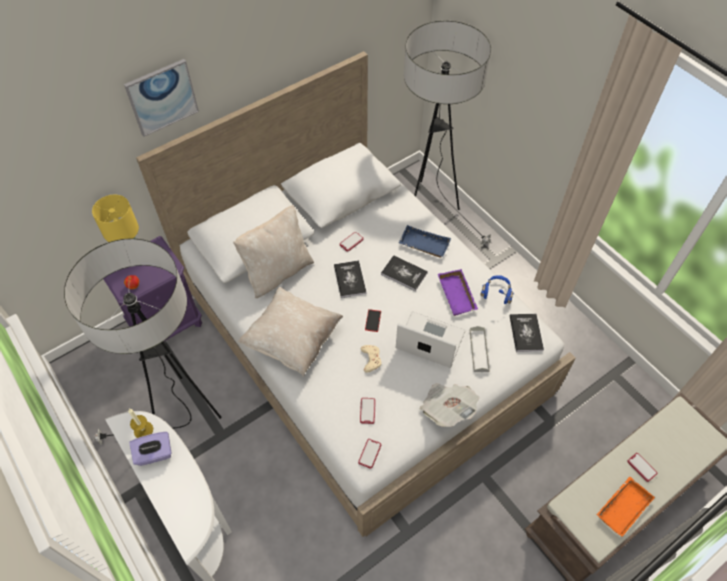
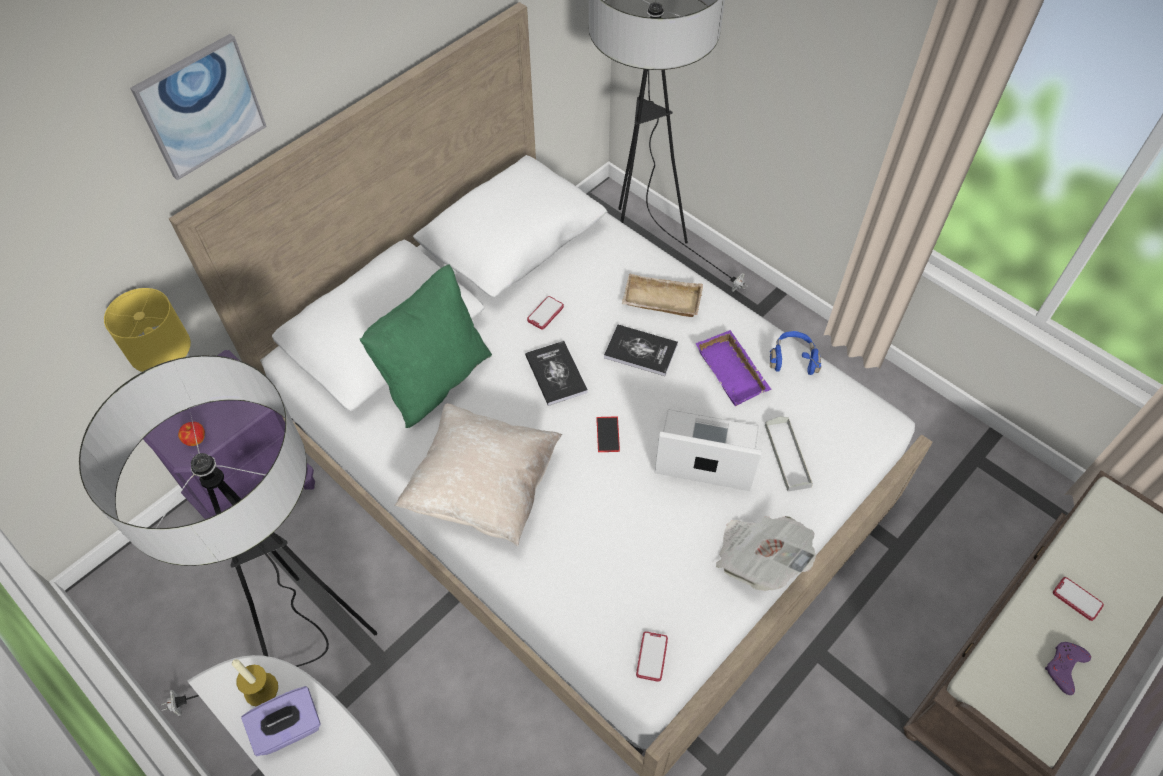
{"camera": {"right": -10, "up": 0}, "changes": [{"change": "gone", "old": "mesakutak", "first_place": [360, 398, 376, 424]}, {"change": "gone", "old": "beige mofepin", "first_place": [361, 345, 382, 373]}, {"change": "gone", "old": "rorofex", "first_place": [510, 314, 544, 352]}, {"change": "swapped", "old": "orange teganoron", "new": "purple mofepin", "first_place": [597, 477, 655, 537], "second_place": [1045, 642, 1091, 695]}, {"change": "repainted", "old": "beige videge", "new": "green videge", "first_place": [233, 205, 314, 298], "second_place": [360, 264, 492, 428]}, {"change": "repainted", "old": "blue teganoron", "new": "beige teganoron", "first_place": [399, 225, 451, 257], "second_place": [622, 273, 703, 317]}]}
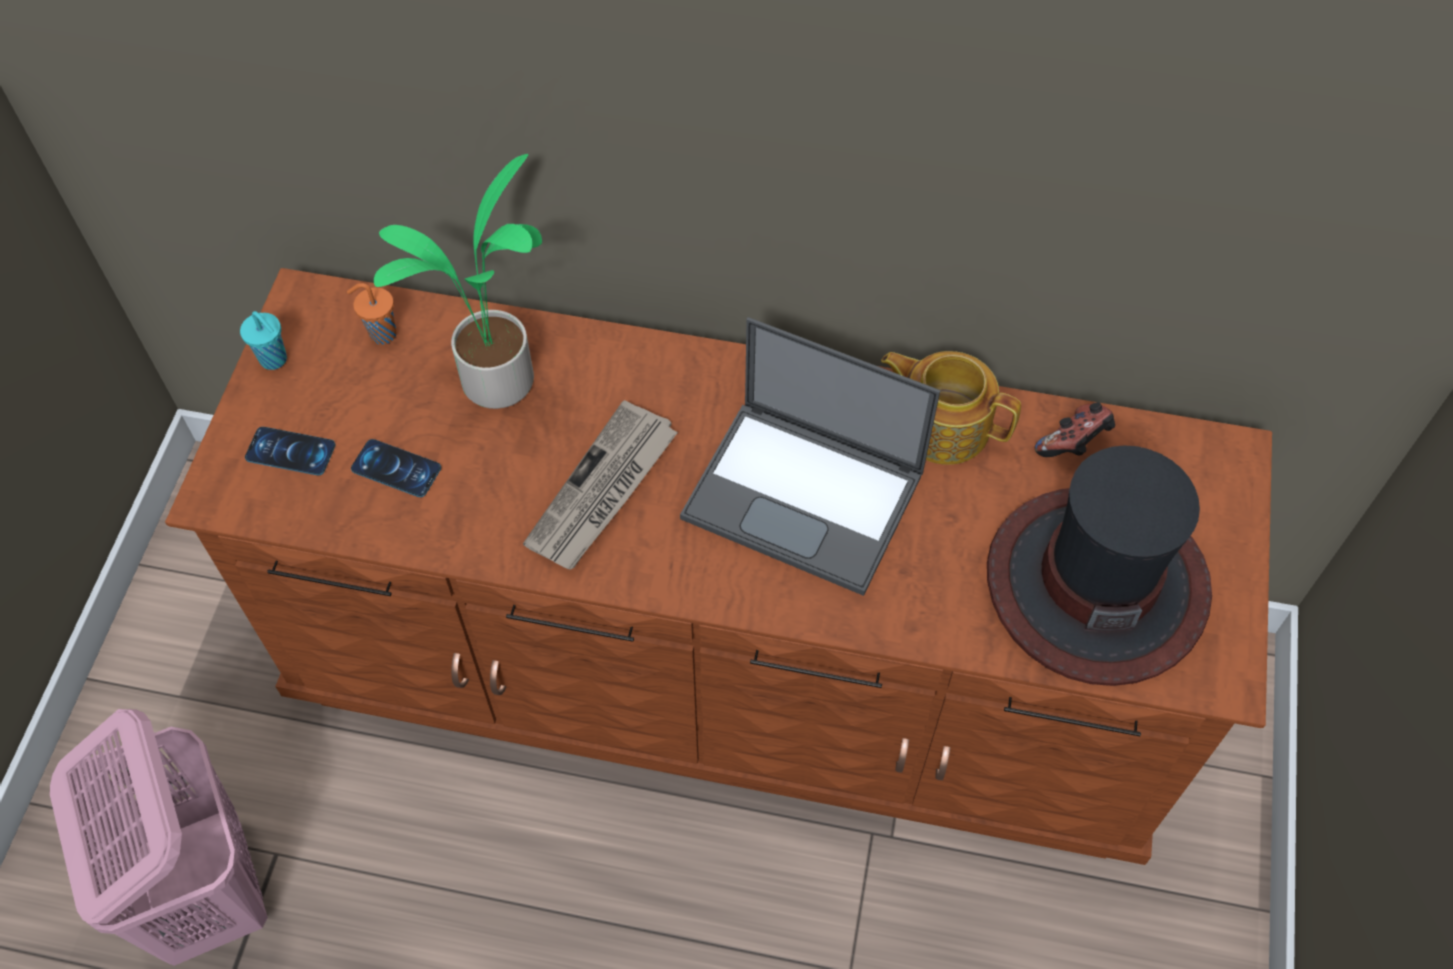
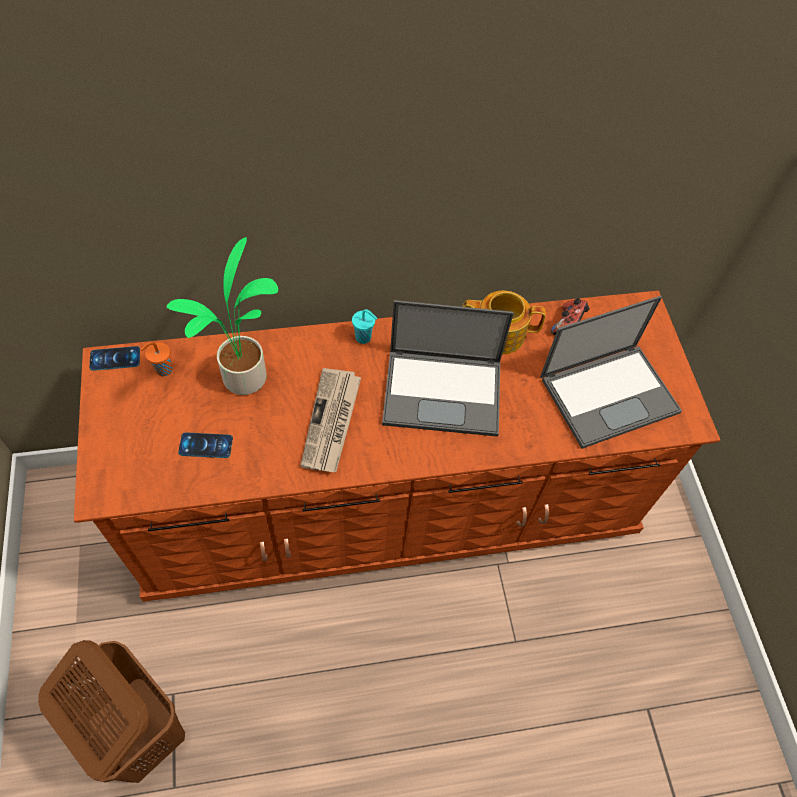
{"camera": {"right": -25, "up": 0}, "changes": [{"change": "shifted", "old": "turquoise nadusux", "first_place": [240, 311, 287, 370], "second_place": [352, 309, 377, 344]}, {"change": "shifted", "old": "mesakutak", "first_place": [245, 427, 335, 475], "second_place": [89, 346, 140, 371]}, {"change": "swapped", "old": "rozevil", "new": "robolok", "first_place": [987, 445, 1212, 686], "second_place": [540, 296, 682, 449]}, {"change": "repainted", "old": "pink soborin", "new": "brown soborin", "first_place": [50, 709, 268, 966], "second_place": [38, 640, 185, 783]}]}
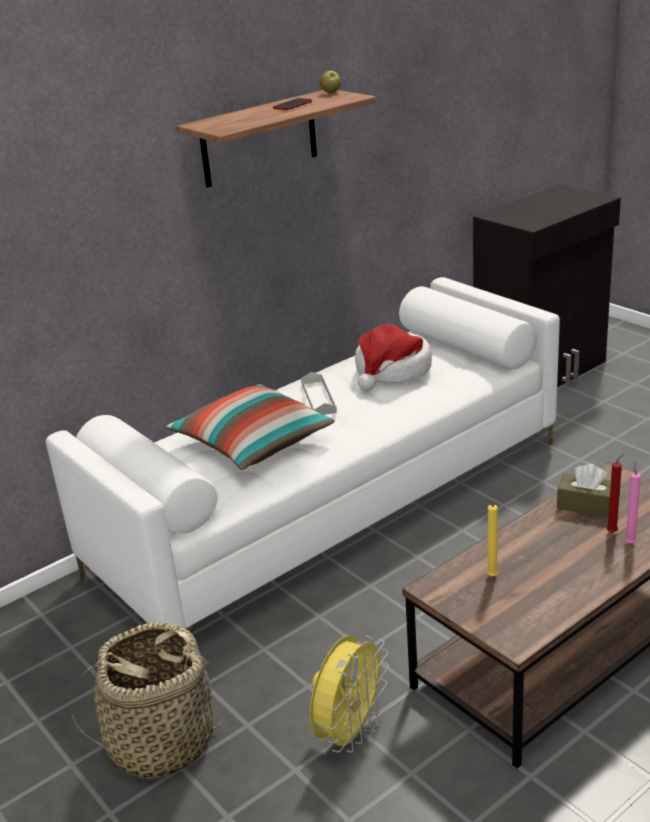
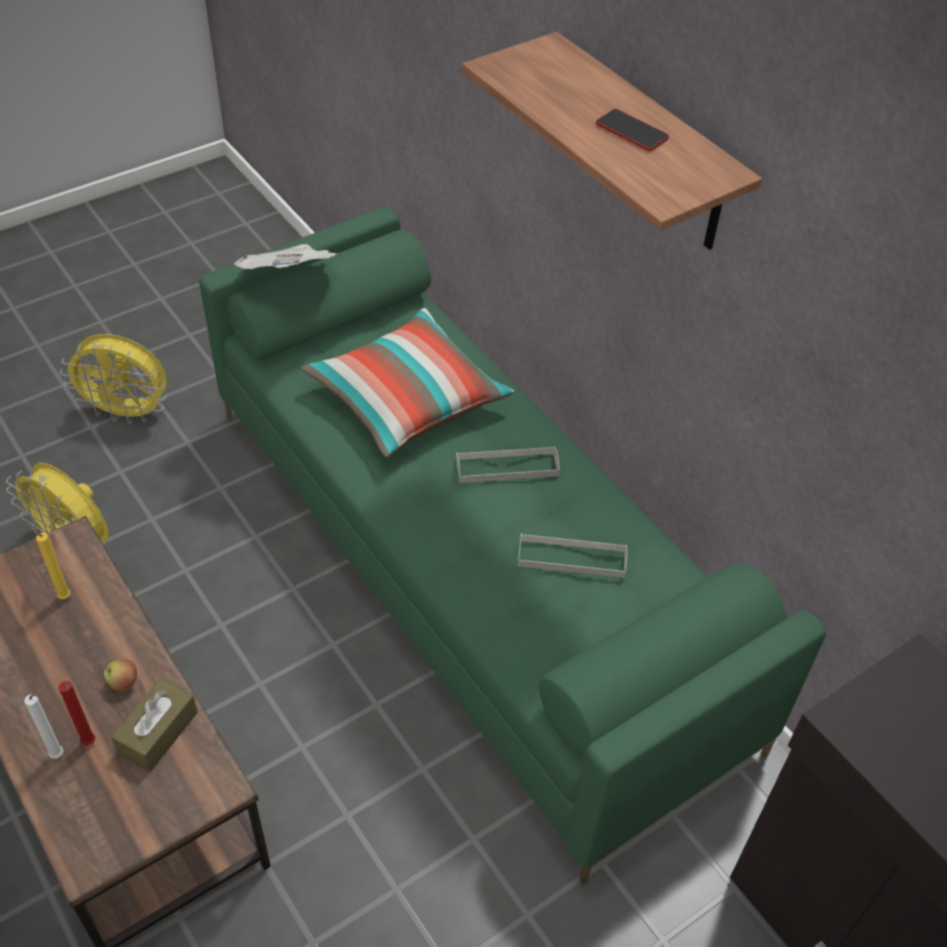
{"camera": {"right": 90, "up": 20}, "changes": [{"change": "new", "new": "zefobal", "second_place": [234, 244, 338, 269]}, {"change": "shifted", "old": "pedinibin", "first_place": [320, 71, 341, 93], "second_place": [104, 659, 137, 692]}, {"change": "swapped", "old": "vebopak", "new": "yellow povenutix", "first_place": [70, 622, 228, 779], "second_place": [60, 334, 167, 424]}, {"change": "swapped", "old": "rozevil", "new": "grey teganoron", "first_place": [355, 324, 432, 391], "second_place": [518, 533, 627, 578]}, {"change": "repainted", "old": "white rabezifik", "new": "green rabezifik", "first_place": [46, 277, 560, 630], "second_place": [199, 207, 826, 885]}, {"change": "repainted", "old": "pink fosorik", "new": "white fosorik", "first_place": [625, 462, 641, 544], "second_place": [24, 693, 64, 759]}]}
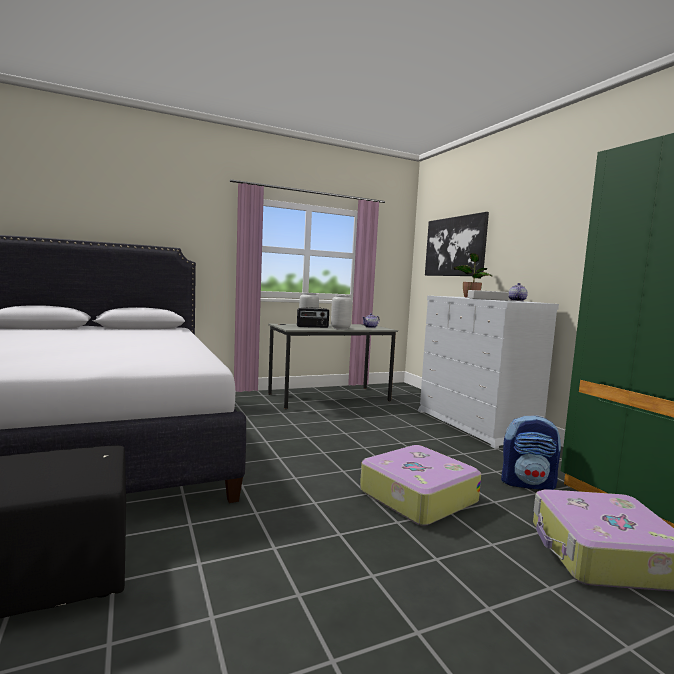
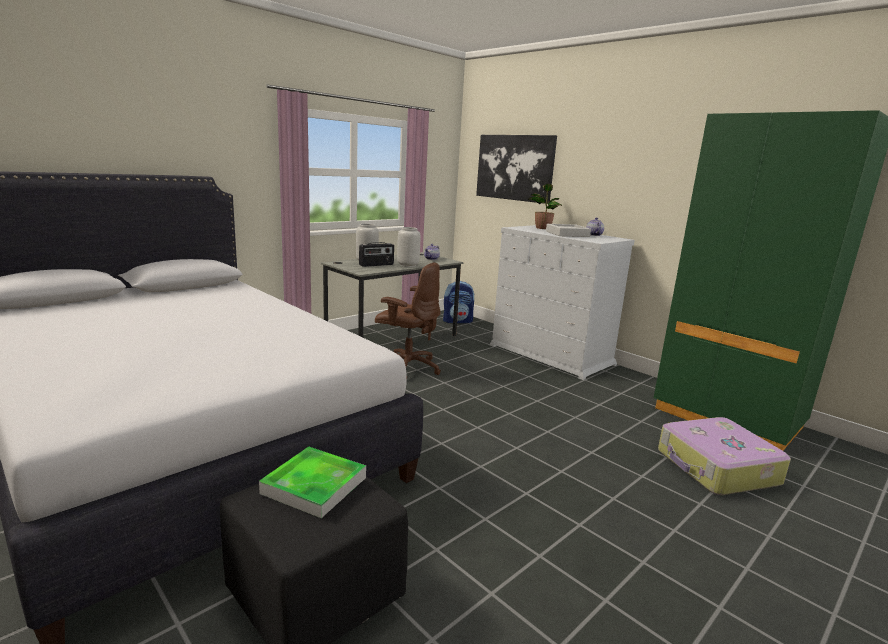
{"camera": {"right": -20, "up": 10}, "changes": [{"change": "gone", "old": "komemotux", "first_place": [360, 445, 481, 526]}, {"change": "new", "new": "teganoron", "second_place": [259, 447, 366, 518]}, {"change": "new", "new": "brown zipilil", "second_place": [375, 262, 441, 375]}, {"change": "shifted", "old": "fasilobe", "first_place": [501, 415, 561, 490], "second_place": [443, 281, 474, 323]}]}
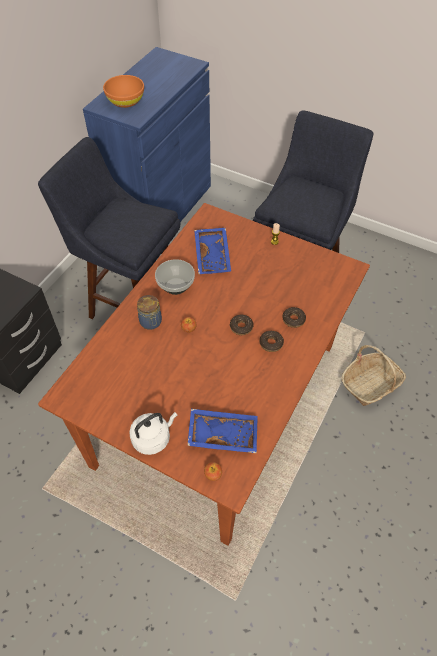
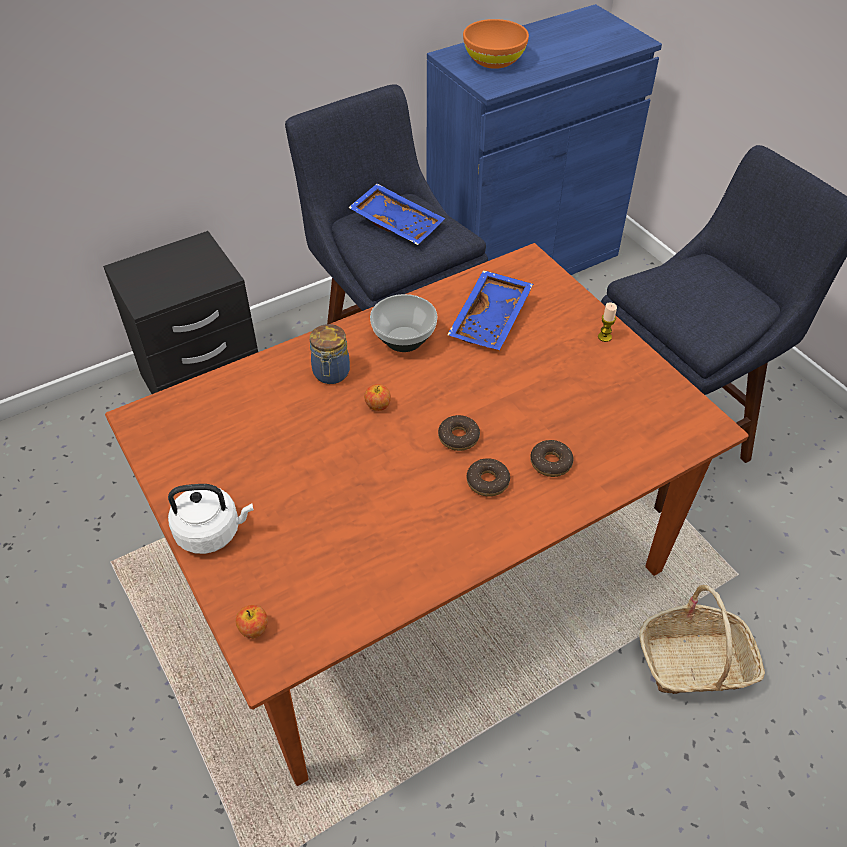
{"camera": {"right": 30, "up": -5}, "changes": [{"change": "shifted", "old": "blue teganoron", "first_place": [187, 409, 258, 453], "second_place": [348, 183, 445, 245]}]}
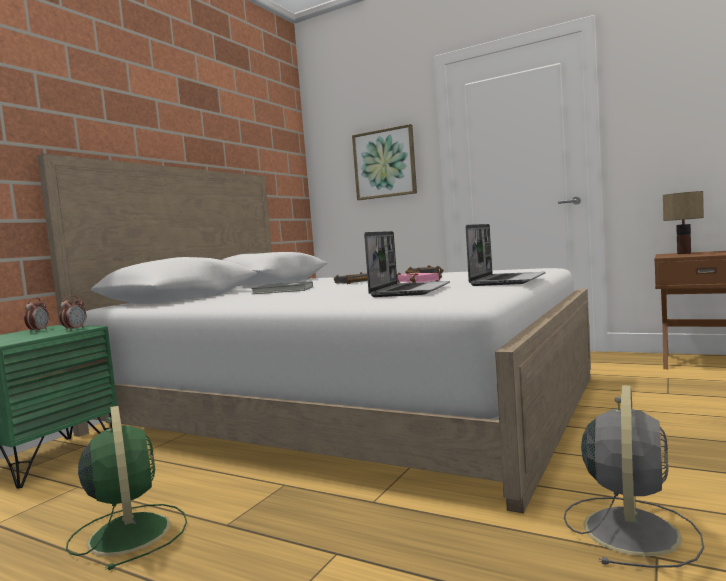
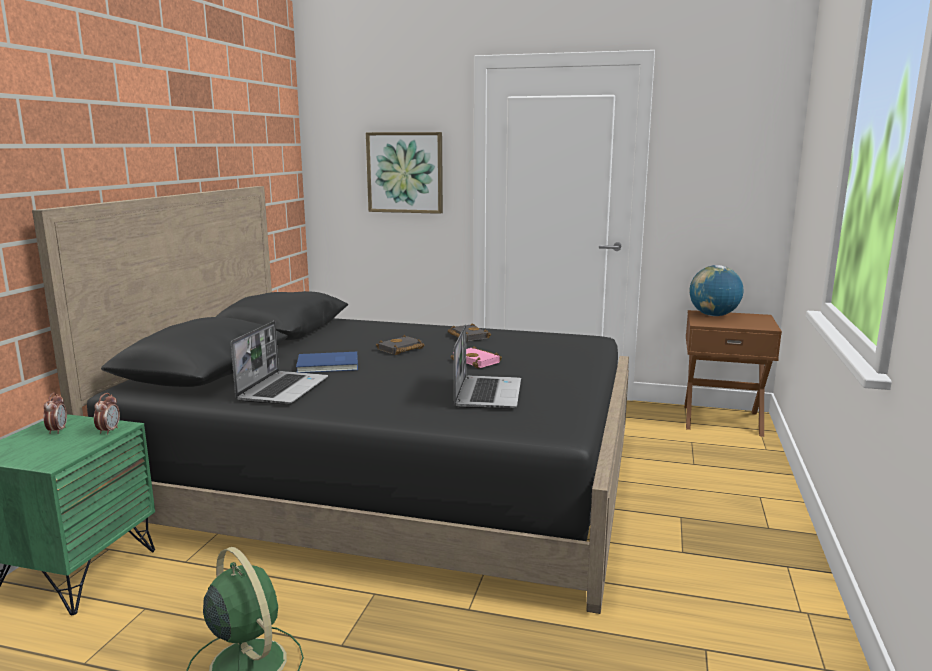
{"camera": {"right": -15, "up": 10}, "changes": [{"change": "gone", "old": "grey povenutix", "first_place": [564, 385, 704, 568]}, {"change": "shifted", "old": "robolok", "first_place": [466, 224, 545, 286], "second_place": [231, 321, 328, 405]}, {"change": "swapped", "old": "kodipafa", "new": "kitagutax", "first_place": [663, 191, 704, 254], "second_place": [690, 265, 743, 316]}, {"change": "repainted", "old": "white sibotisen", "new": "black sibotisen", "first_place": [37, 154, 591, 513], "second_place": [32, 186, 629, 614]}, {"change": "repainted", "old": "grey rorofex", "new": "blue rorofex", "first_place": [251, 281, 313, 294], "second_place": [296, 352, 358, 373]}]}
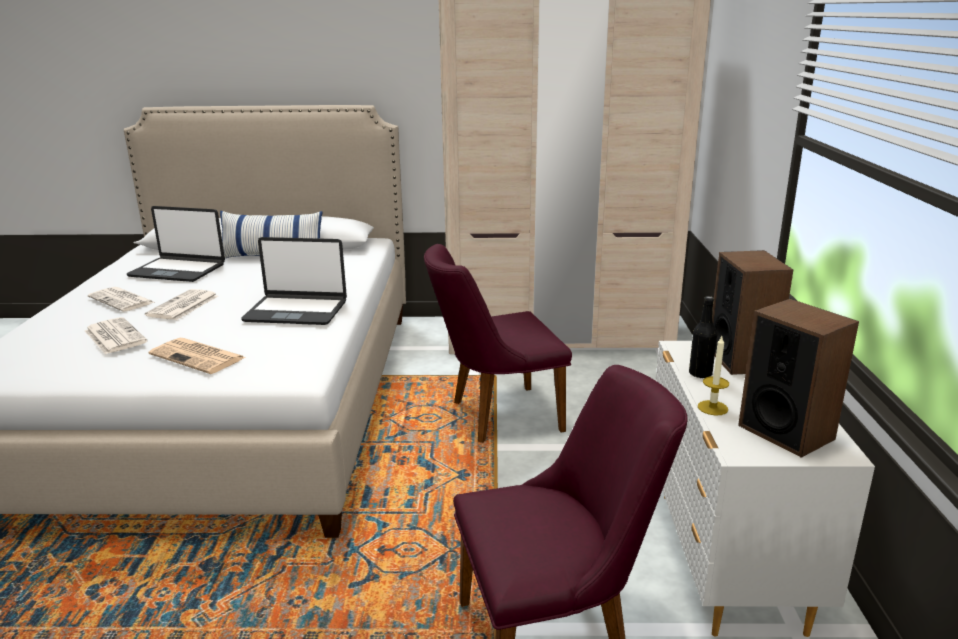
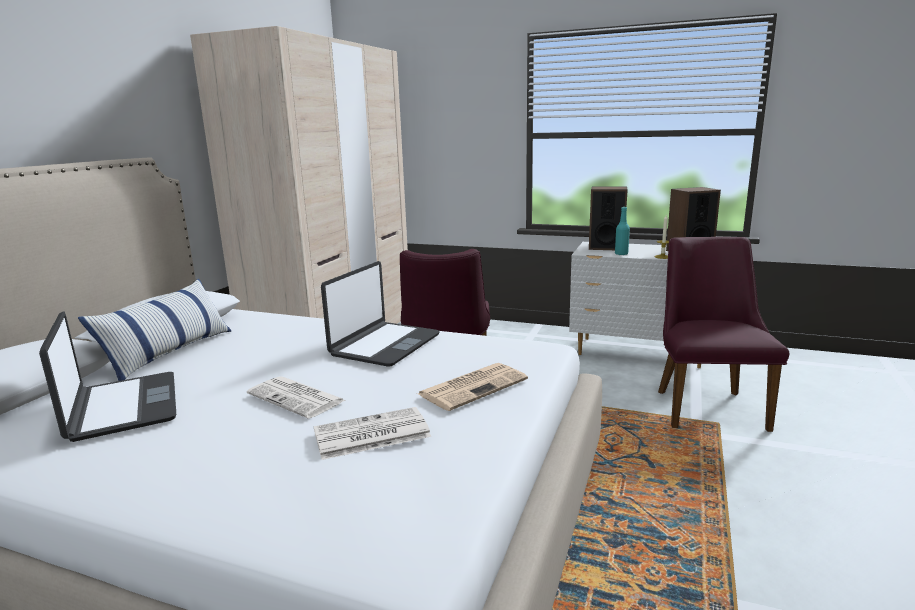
{"camera": {"right": -70, "up": -5}, "changes": [{"change": "gone", "old": "zefobal", "first_place": [88, 287, 156, 312]}, {"change": "repainted", "old": "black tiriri", "new": "turquoise tiriri", "first_place": [689, 296, 717, 379], "second_place": [615, 207, 630, 255]}, {"change": "rotated", "old": "robolok", "first_place": [127, 206, 225, 282], "second_place": [39, 311, 176, 442], "degrees": -60}]}
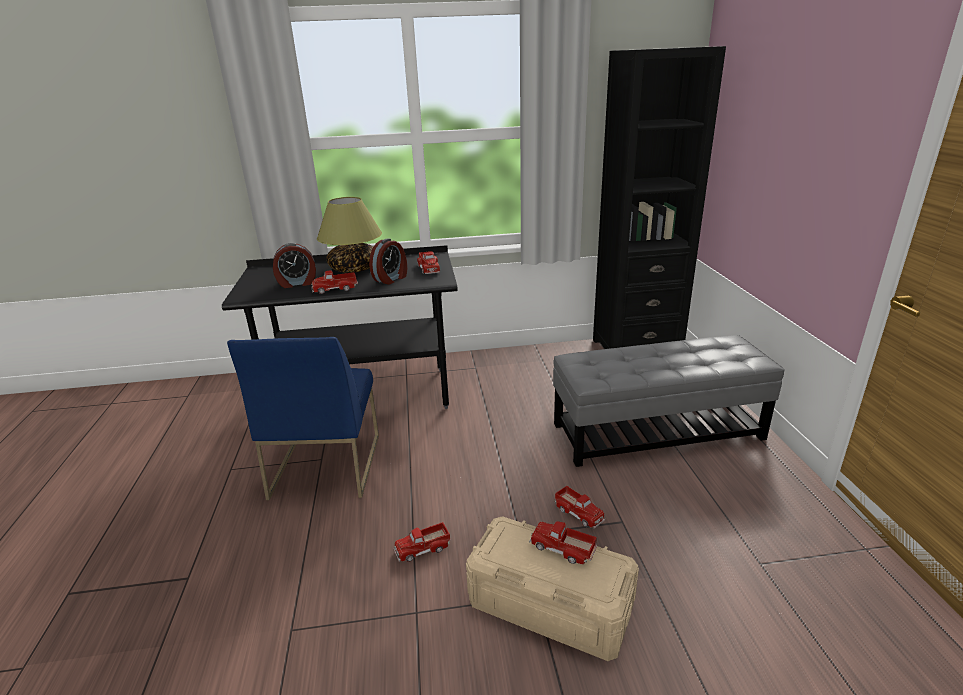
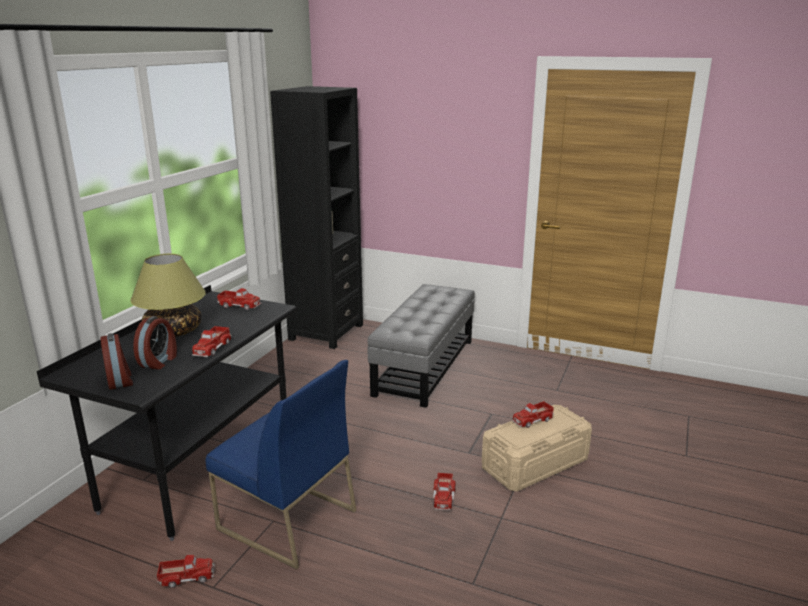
{"camera": {"right": -60, "up": -5}, "changes": [{"change": "shifted", "old": "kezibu", "first_place": [369, 238, 407, 285], "second_place": [101, 333, 133, 390]}, {"change": "shifted", "old": "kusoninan", "first_place": [554, 486, 606, 529], "second_place": [157, 555, 215, 588]}]}
